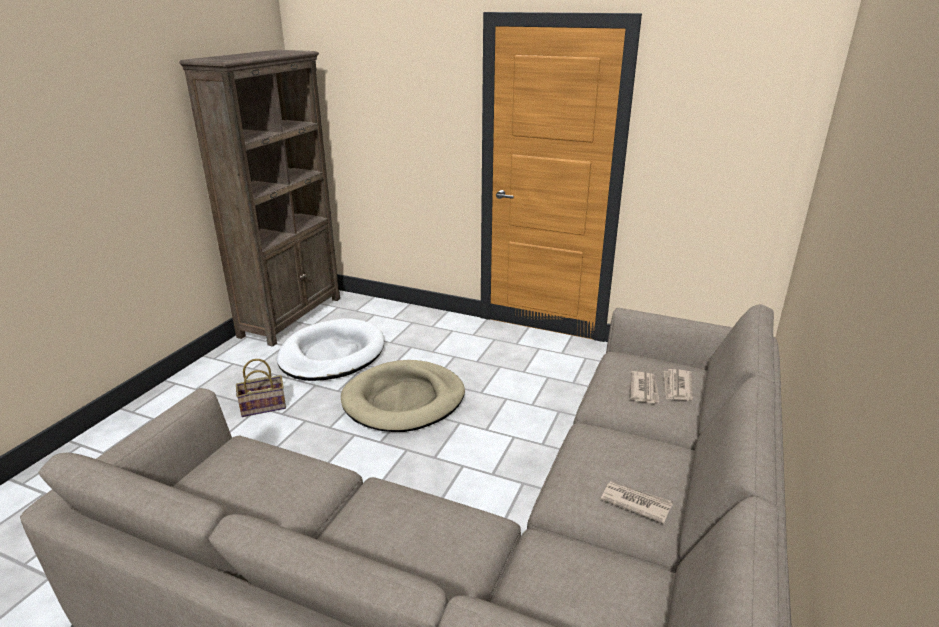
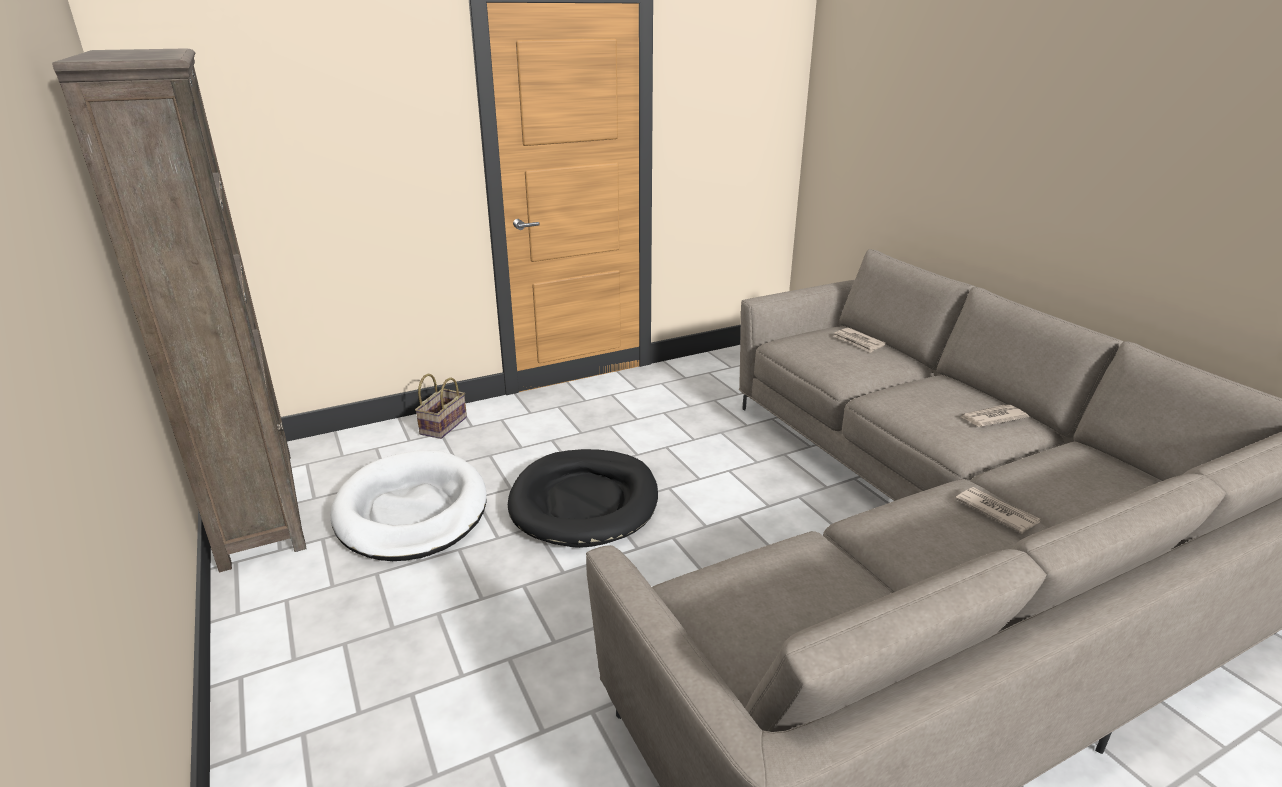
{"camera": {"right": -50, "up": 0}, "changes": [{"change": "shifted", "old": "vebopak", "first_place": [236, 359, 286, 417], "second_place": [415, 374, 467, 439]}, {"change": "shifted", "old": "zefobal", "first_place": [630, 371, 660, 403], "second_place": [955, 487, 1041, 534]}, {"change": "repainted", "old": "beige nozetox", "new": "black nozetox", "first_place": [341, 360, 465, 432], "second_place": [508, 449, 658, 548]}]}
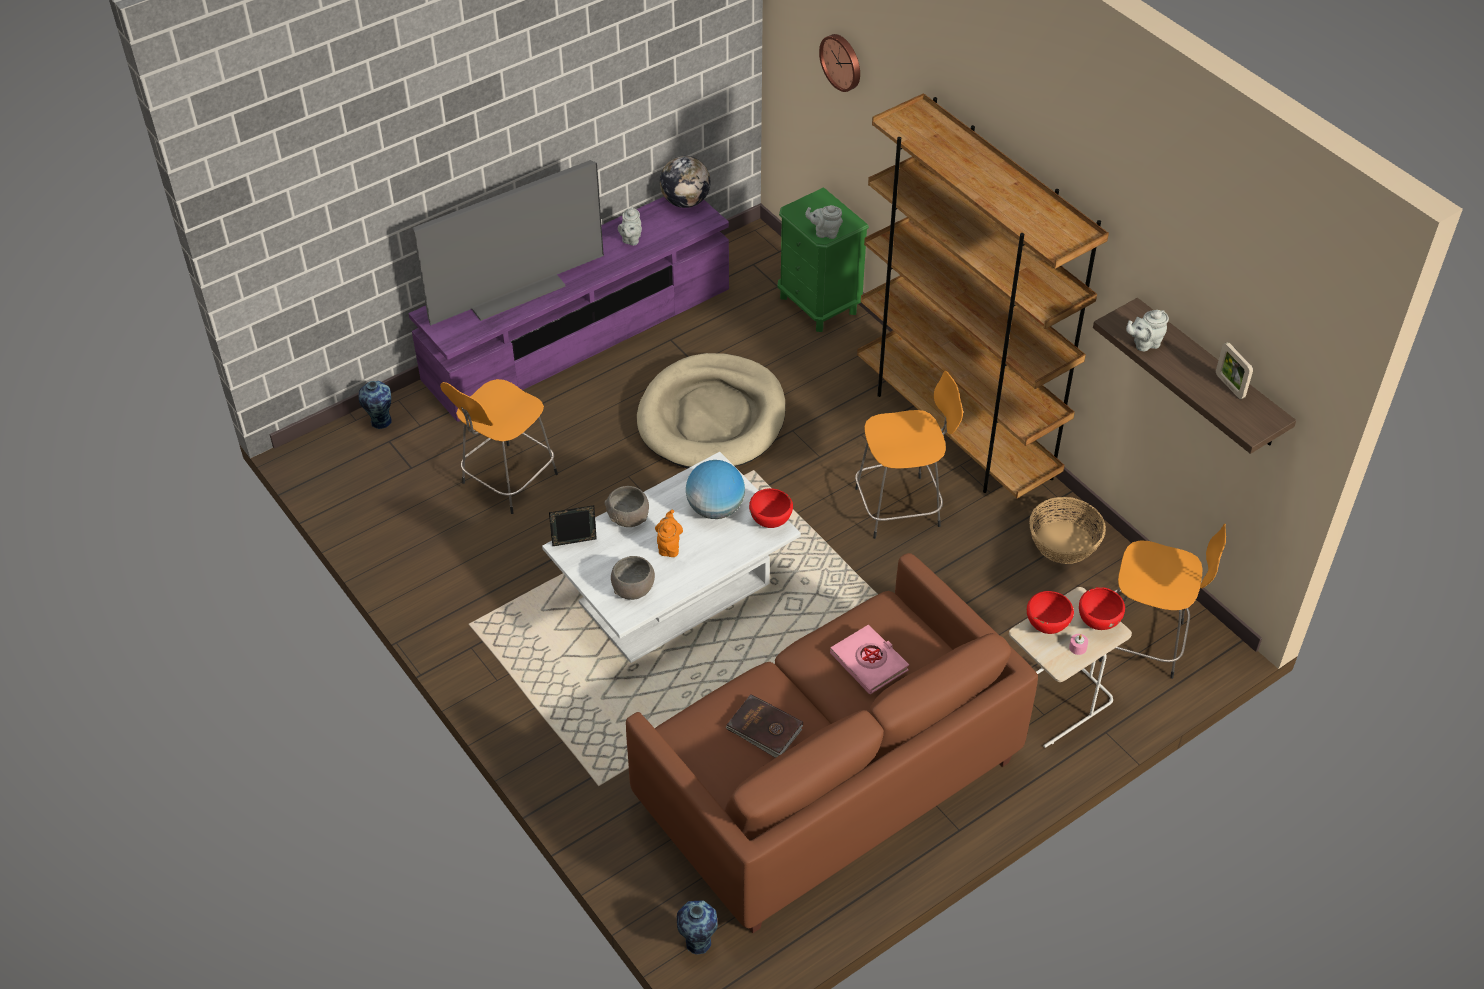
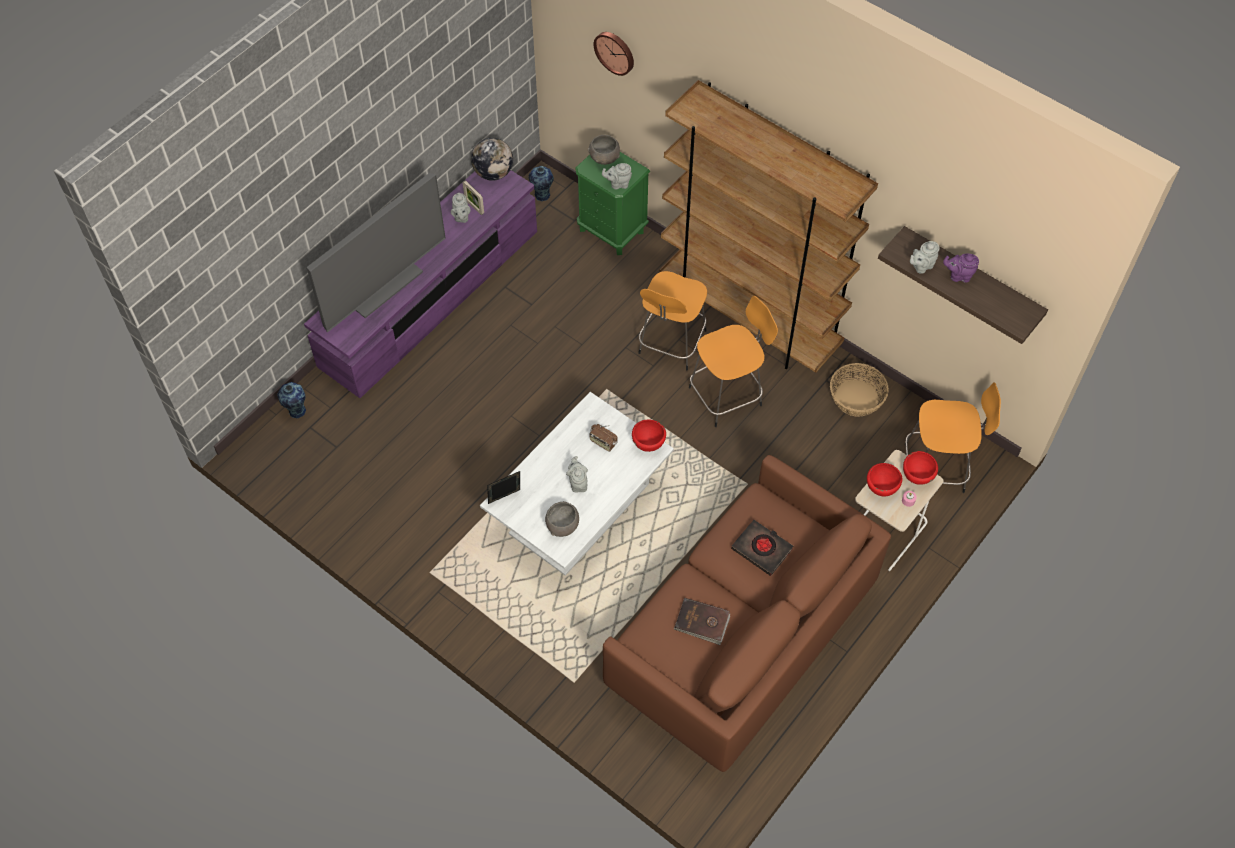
{"camera": {"right": -15, "up": 10}, "changes": [{"change": "gone", "old": "beige nozetox", "first_place": [637, 353, 786, 469]}, {"change": "new", "new": "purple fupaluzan", "second_place": [943, 254, 979, 283]}, {"change": "shifted", "old": "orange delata", "first_place": [440, 379, 558, 514], "second_place": [638, 271, 707, 370]}, {"change": "shifted", "old": "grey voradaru", "first_place": [604, 486, 649, 527], "second_place": [588, 135, 620, 165]}, {"change": "shifted", "old": "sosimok", "first_place": [677, 900, 718, 954], "second_place": [528, 166, 554, 201]}, {"change": "shifted", "old": "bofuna", "first_place": [1216, 342, 1253, 399], "second_place": [462, 181, 484, 215]}, {"change": "swapped", "old": "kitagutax", "new": "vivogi", "first_place": [686, 460, 745, 519], "second_place": [590, 424, 618, 452]}, {"change": "repainted", "old": "orange fupaluzan", "new": "grey fupaluzan", "first_place": [655, 510, 683, 557], "second_place": [566, 456, 588, 493]}, {"change": "repainted", "old": "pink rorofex", "new": "black rorofex", "first_place": [830, 624, 909, 694], "second_place": [731, 520, 793, 576]}]}
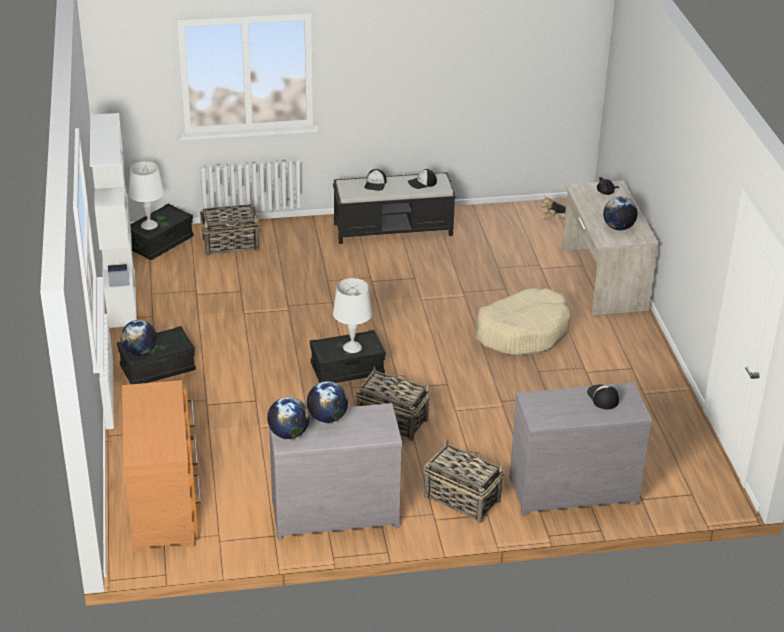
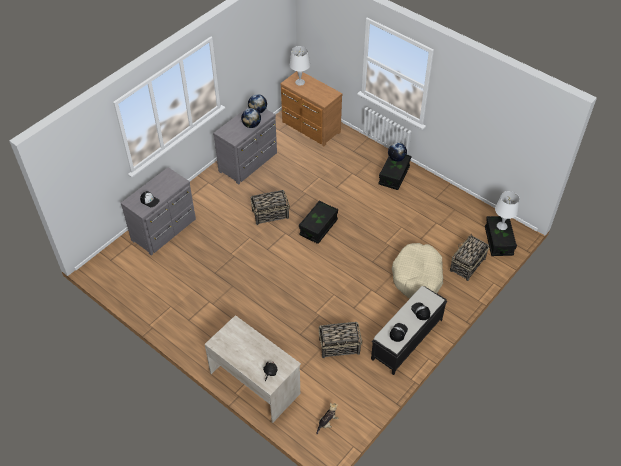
{"camera": {"right": 140, "up": 15}, "changes": [{"change": "gone", "old": "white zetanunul", "first_place": [90, 113, 137, 328]}, {"change": "gone", "old": "kitagutax", "first_place": [603, 197, 637, 230]}, {"change": "shifted", "old": "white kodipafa", "first_place": [333, 278, 372, 353], "second_place": [290, 46, 310, 86]}, {"change": "shifted", "old": "vebopak", "first_place": [424, 440, 505, 523], "second_place": [319, 322, 362, 358]}, {"change": "shifted", "old": "beige nozetox", "first_place": [476, 288, 570, 356], "second_place": [392, 243, 443, 298]}]}
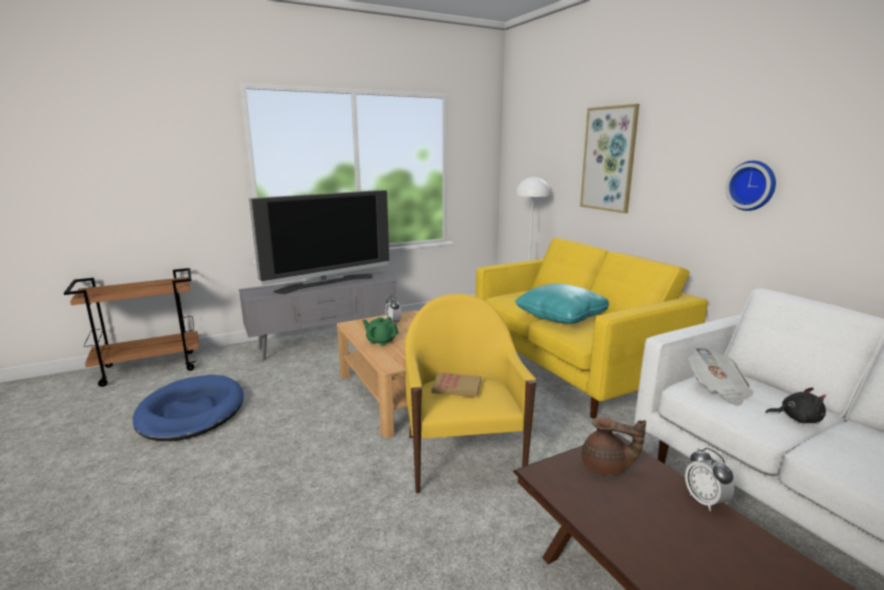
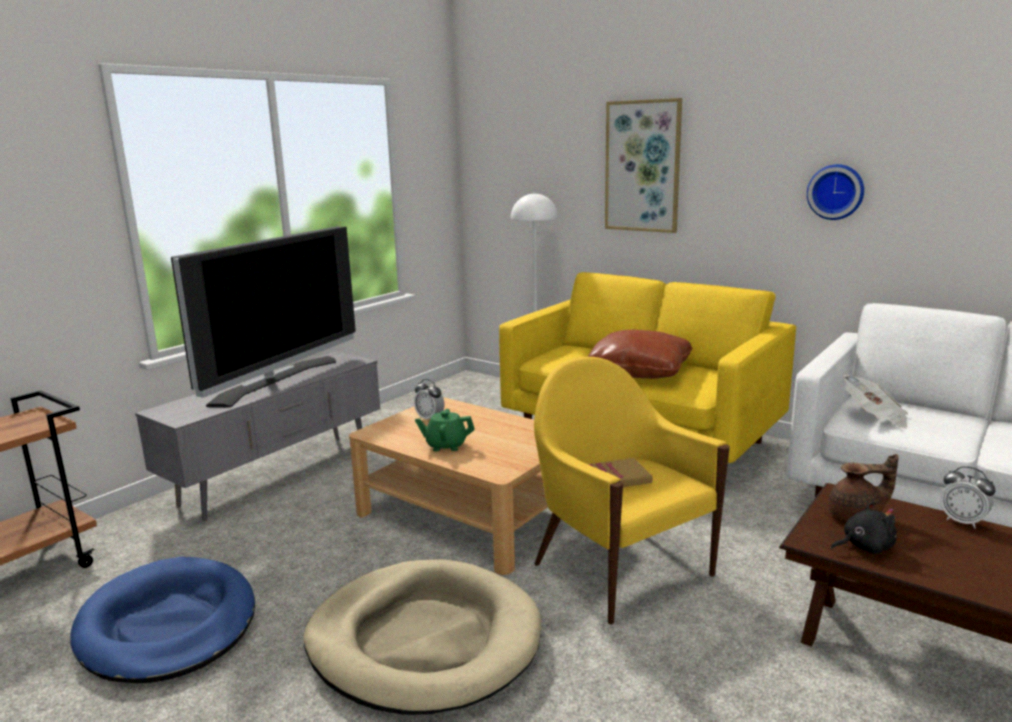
{"camera": {"right": -25, "up": 0}, "changes": [{"change": "new", "new": "beige nozetox", "second_place": [303, 559, 541, 715]}, {"change": "shifted", "old": "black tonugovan", "first_place": [765, 387, 826, 423], "second_place": [830, 501, 897, 554]}, {"change": "repainted", "old": "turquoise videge", "new": "brown videge", "first_place": [515, 283, 609, 324], "second_place": [588, 330, 692, 379]}]}
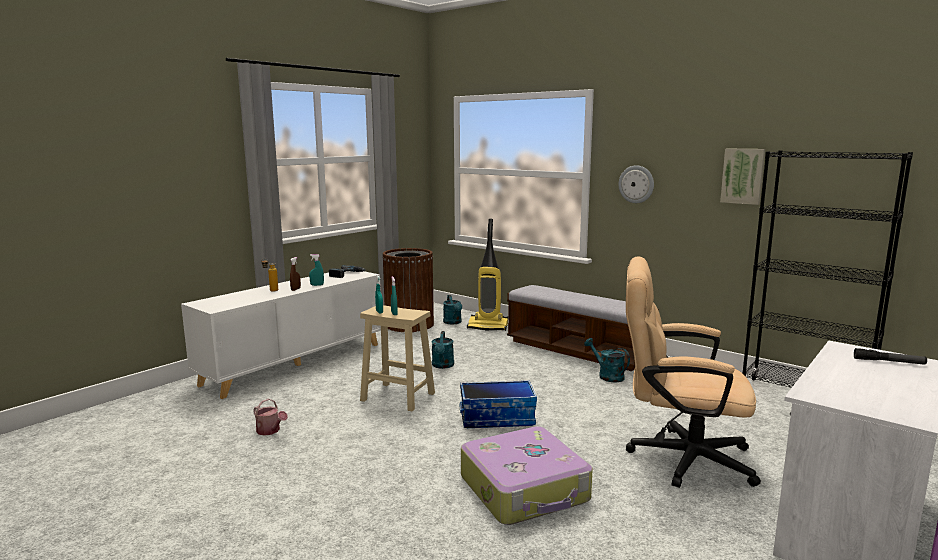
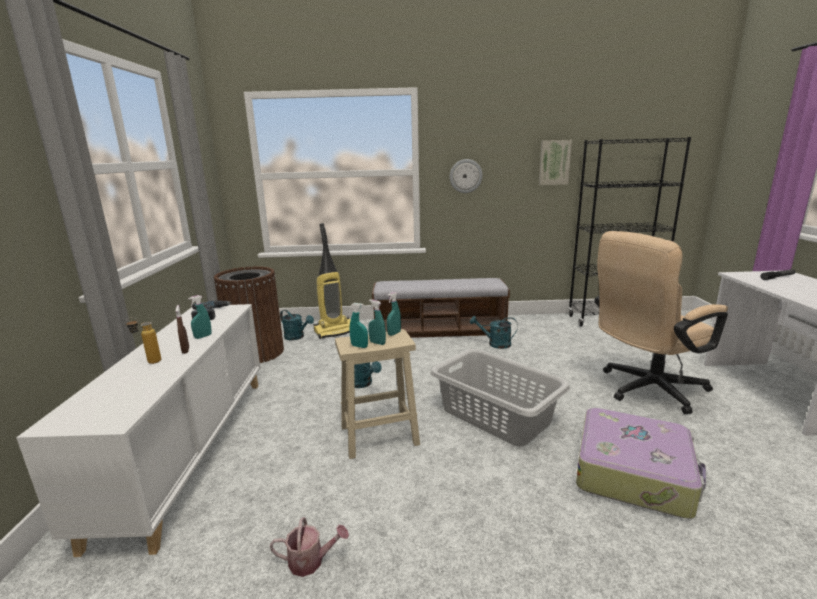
{"camera": {"right": -40, "up": 5}, "changes": [{"change": "new", "new": "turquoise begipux", "second_place": [387, 292, 401, 336]}, {"change": "swapped", "old": "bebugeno", "new": "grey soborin", "first_place": [460, 380, 537, 428], "second_place": [431, 349, 570, 447]}]}
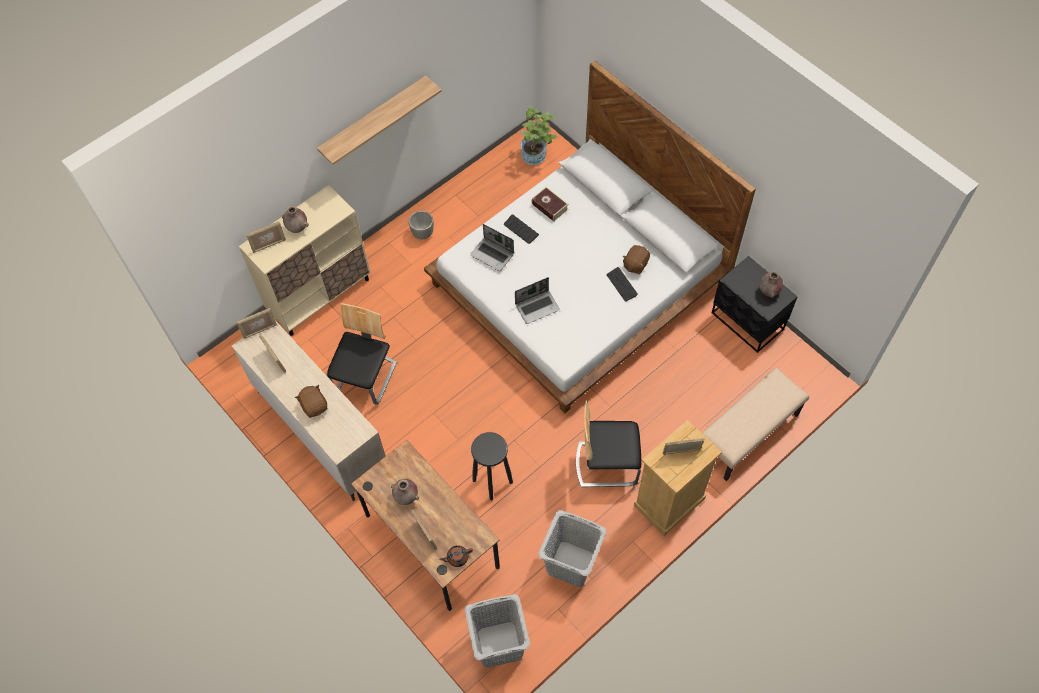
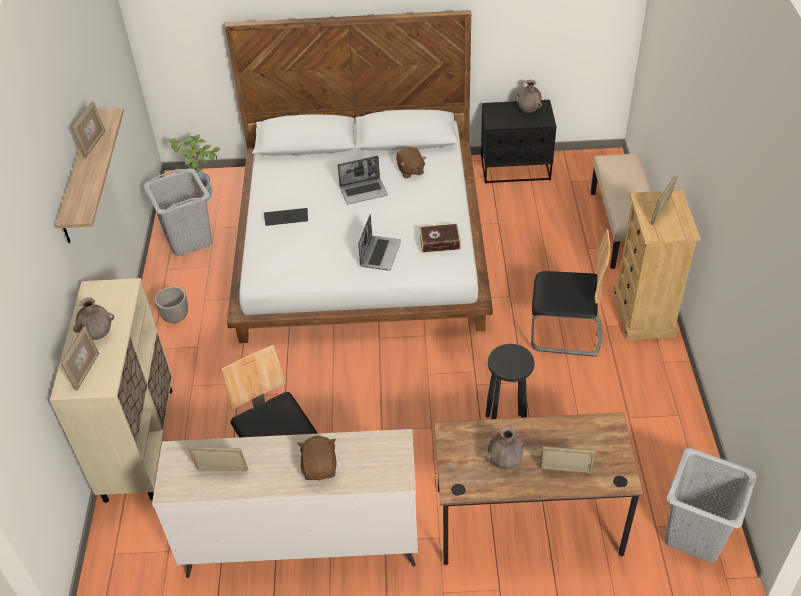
{"camera": {"right": -50, "up": -15}, "changes": [{"change": "gone", "old": "brown fupaluzan", "first_place": [439, 545, 473, 567]}, {"change": "gone", "old": "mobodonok", "first_place": [607, 267, 638, 301]}, {"change": "shifted", "old": "bofuna", "first_place": [237, 308, 277, 339], "second_place": [72, 101, 105, 157]}, {"change": "shifted", "old": "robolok", "first_place": [470, 224, 514, 271], "second_place": [337, 156, 388, 204]}, {"change": "shifted", "old": "rorofex", "first_place": [532, 187, 568, 221], "second_place": [419, 223, 461, 253]}, {"change": "shifted", "old": "grey soborin", "first_place": [538, 510, 606, 587], "second_place": [143, 169, 212, 256]}, {"change": "rotated", "old": "brown tonugovan", "first_place": [295, 385, 327, 418], "second_place": [297, 436, 337, 480], "degrees": 75}, {"change": "rotated", "old": "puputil", "first_place": [576, 401, 641, 487], "second_place": [531, 229, 610, 357], "degrees": -120}]}
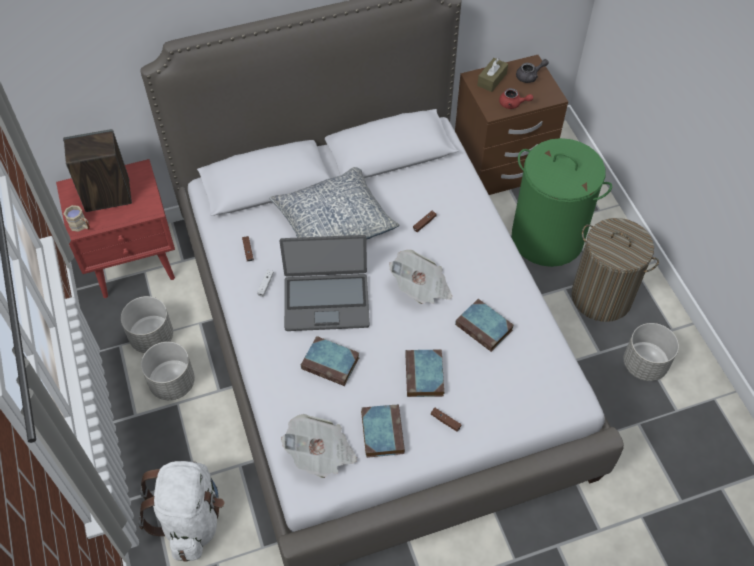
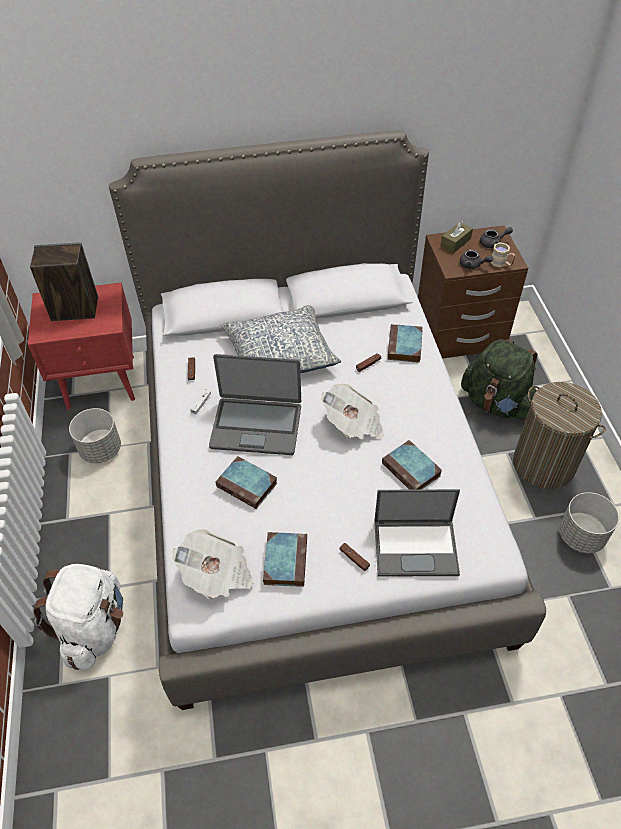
{"camera": {"right": 10, "up": -5}, "changes": [{"change": "gone", "old": "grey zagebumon", "first_place": [141, 342, 195, 400]}, {"change": "new", "new": "robolok", "second_place": [374, 489, 460, 577]}, {"change": "shifted", "old": "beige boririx", "first_place": [64, 205, 90, 232], "second_place": [490, 242, 515, 267]}, {"change": "shifted", "old": "rorofex", "first_place": [405, 350, 444, 397], "second_place": [388, 324, 422, 363]}, {"change": "swapped", "old": "green soborin", "new": "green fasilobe", "first_place": [512, 138, 612, 267], "second_place": [461, 339, 537, 420]}, {"change": "repainted", "old": "red fupaluzan", "new": "grey fupaluzan", "first_place": [499, 88, 533, 109], "second_place": [460, 249, 493, 269]}]}
